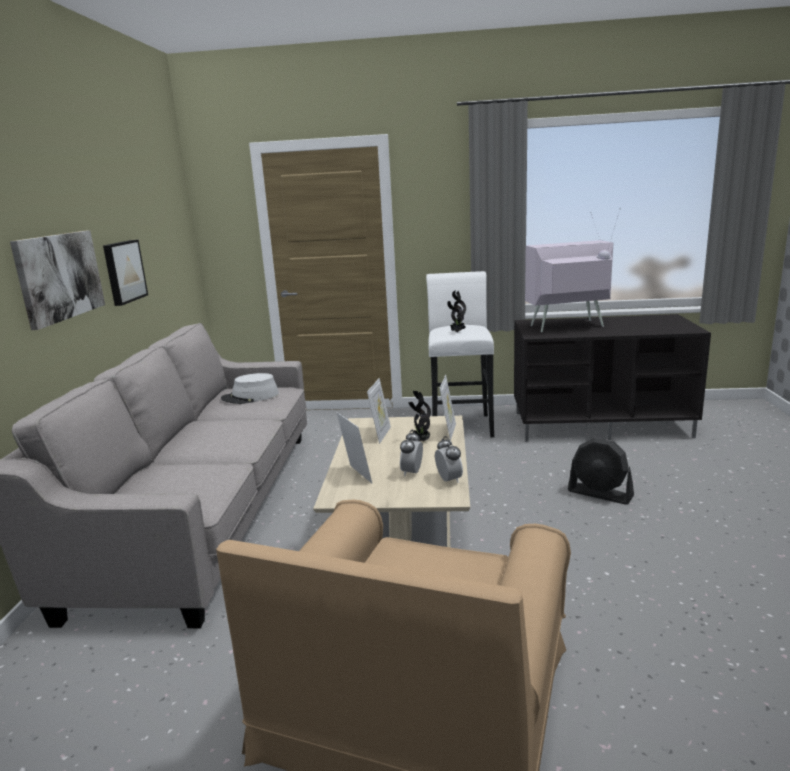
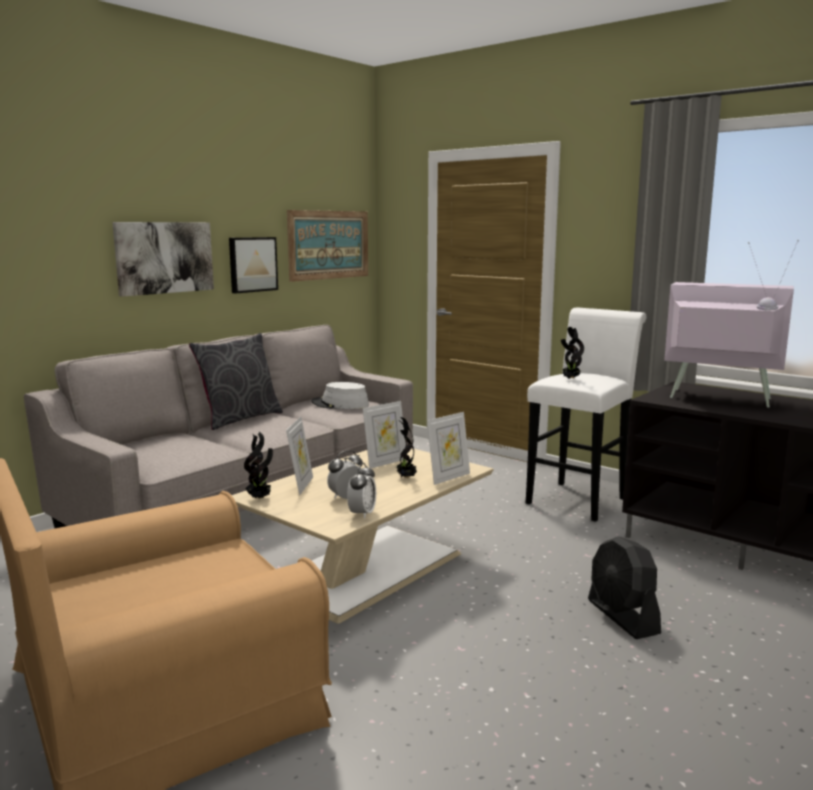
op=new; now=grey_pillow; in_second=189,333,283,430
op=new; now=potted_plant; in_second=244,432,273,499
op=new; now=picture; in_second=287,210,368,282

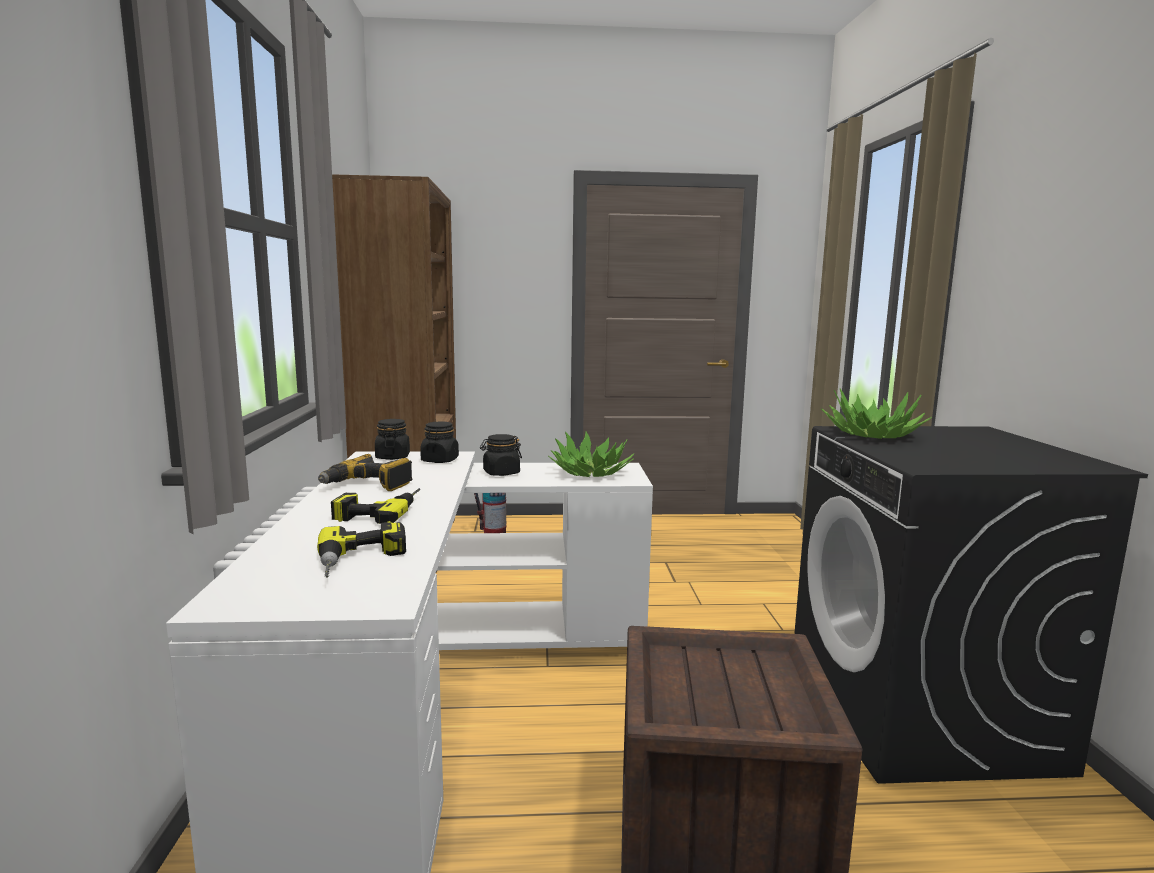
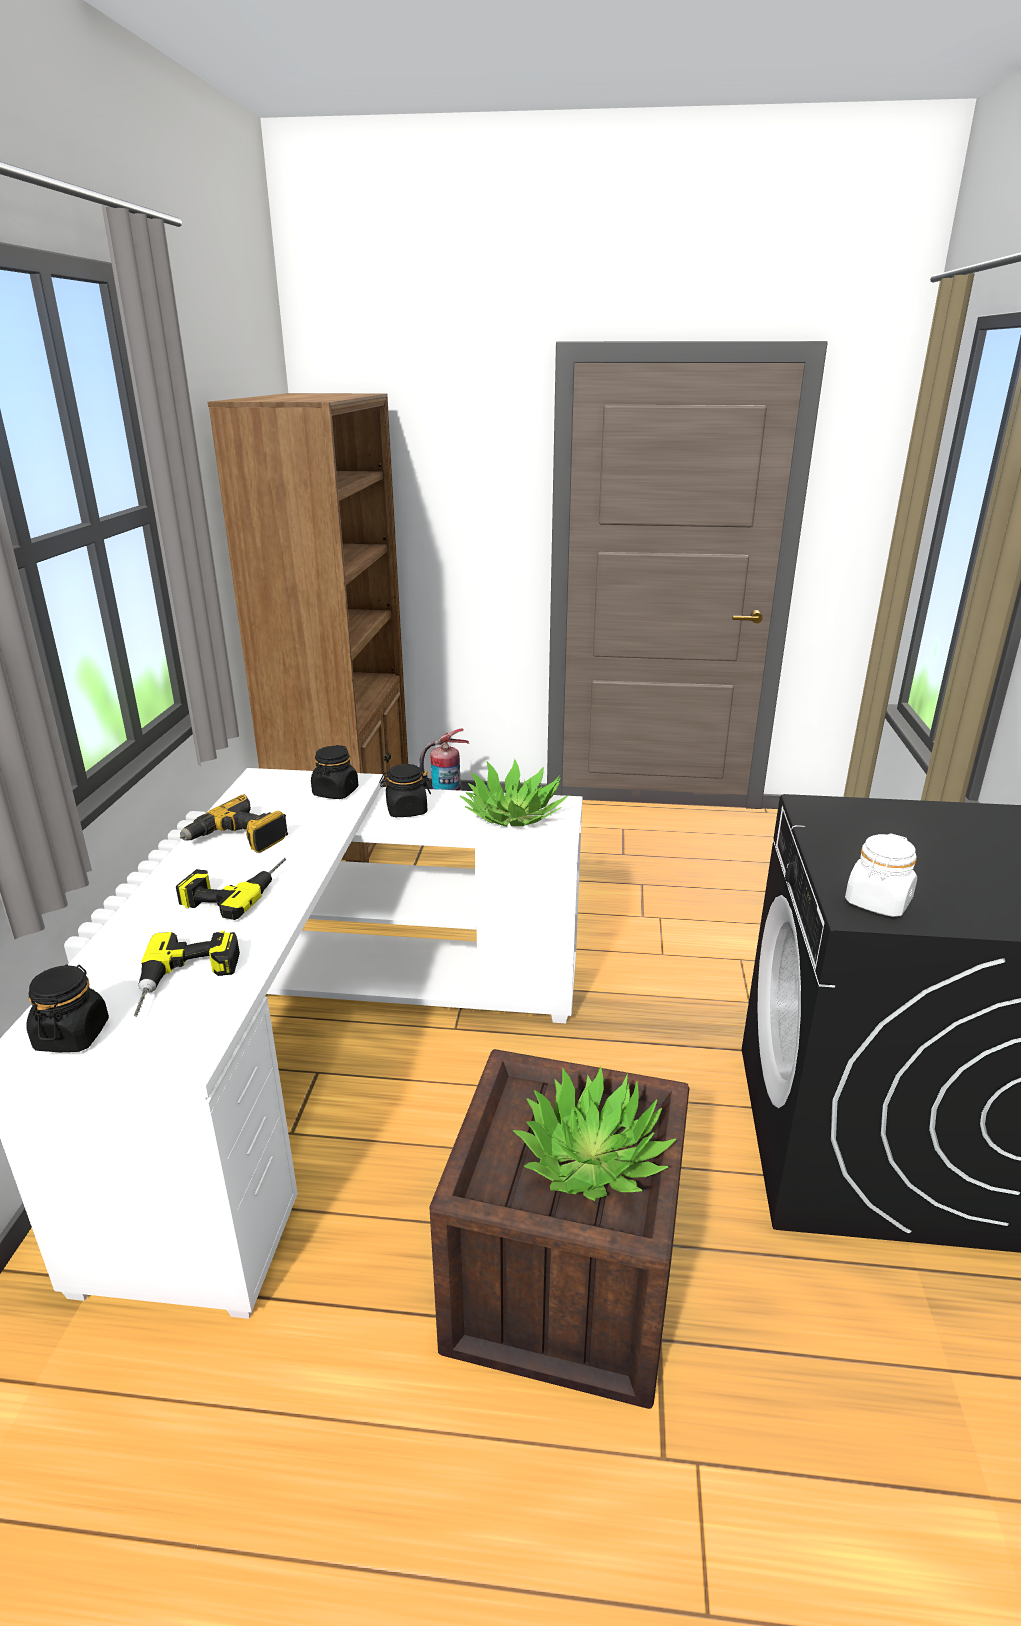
op=new; now=white_jar; in_second=845,833,917,917
op=shifted; was=black_jar; in_first=375,419,410,460; in_second=26,965,109,1052
op=shifted; was=potted_plant; in_first=821,388,932,439; in_second=513,1066,676,1201

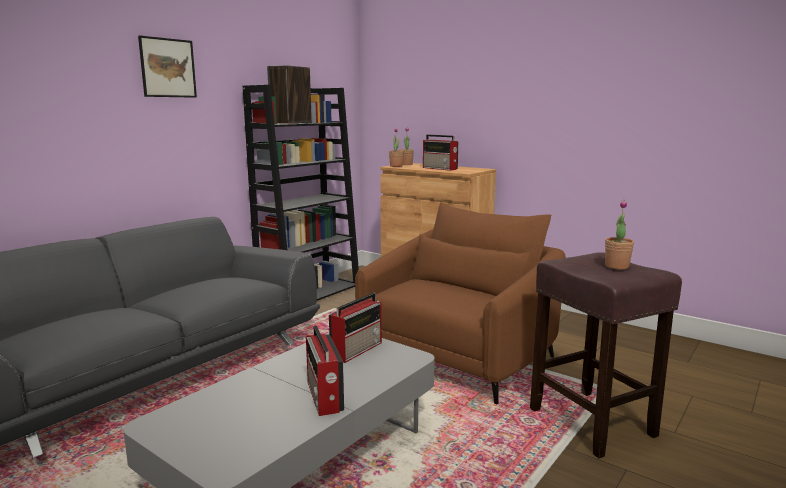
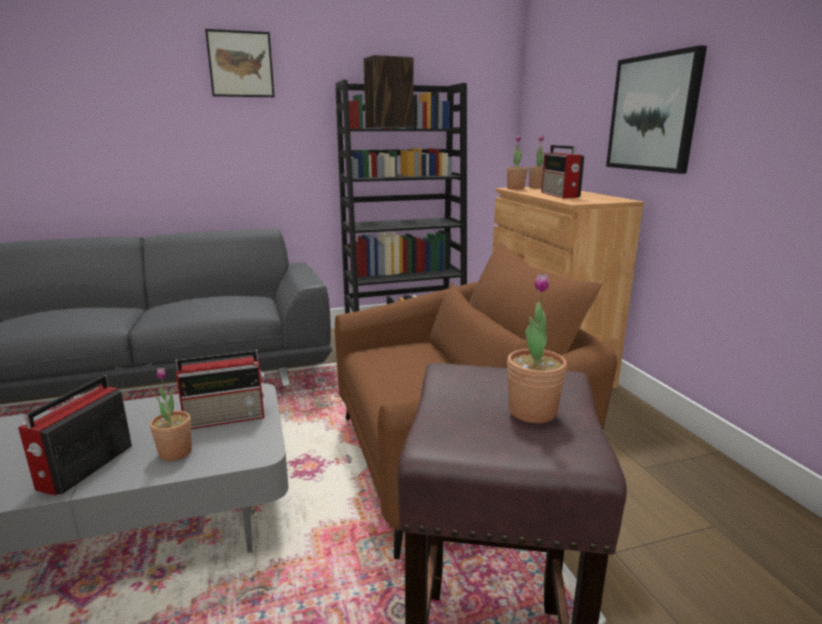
op=new; now=potted_plant; in_second=150,368,192,461
op=new; now=picture; in_second=606,45,707,174

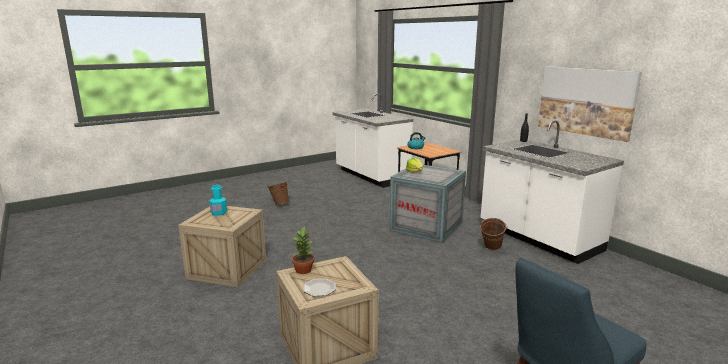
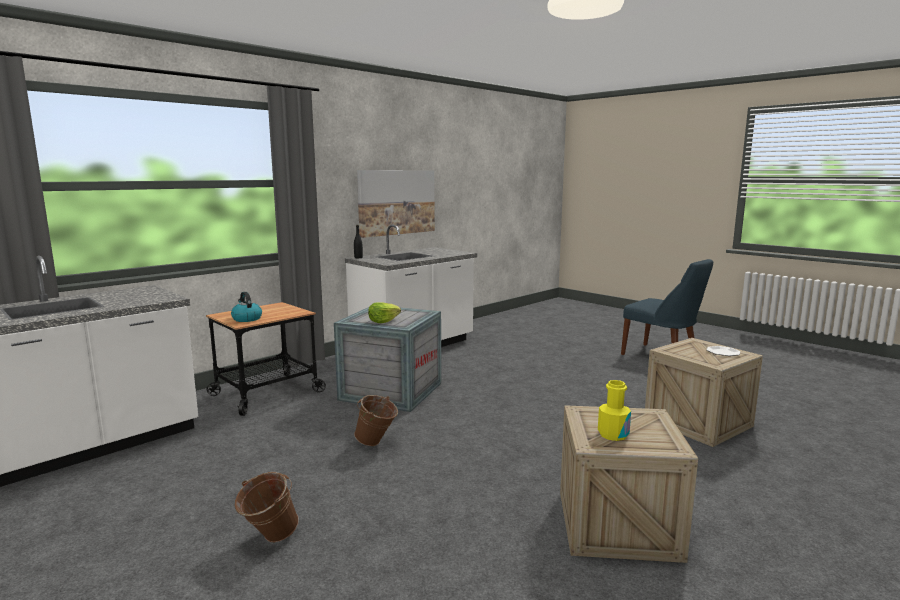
op=gone; was=potted_plant; in_first=292,227,314,274
op=shifted; was=brown_bucket; in_first=479,218,507,250; in_second=354,395,398,446
op=repainted; was=turquoise_bottle; now=yellow_bottle; in_first=209,185,227,216; in_second=598,380,631,441

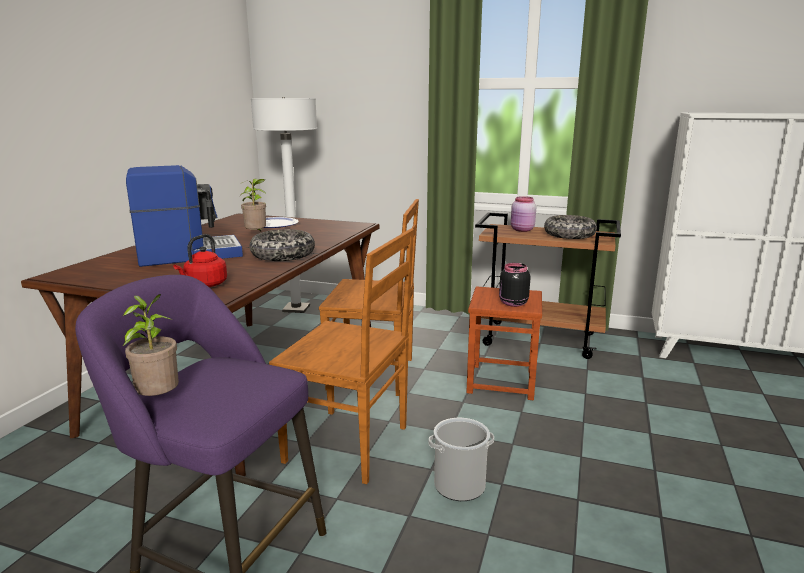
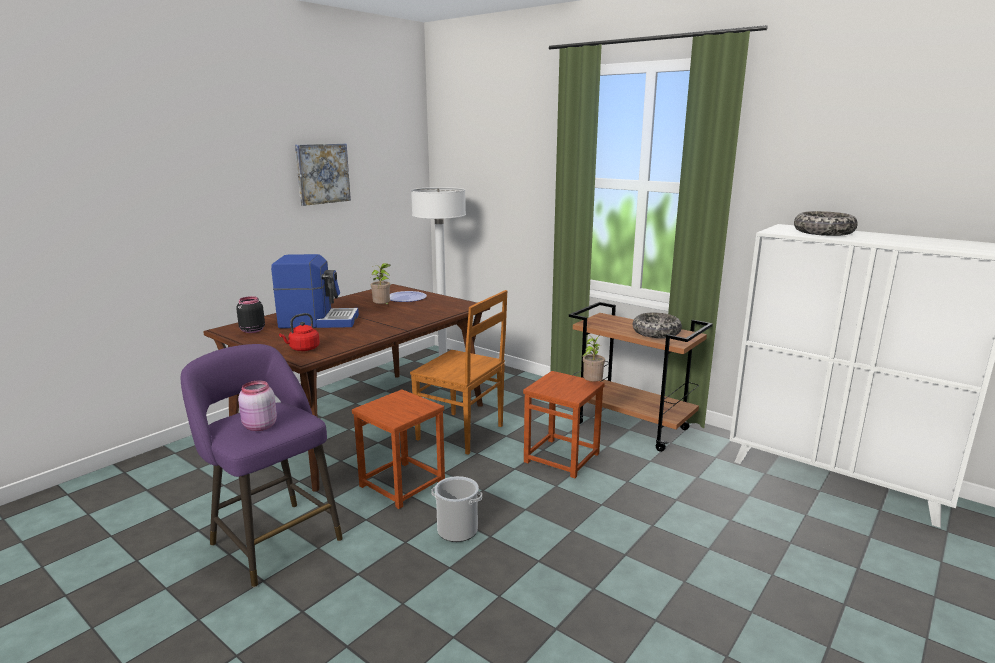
op=new; now=picture; in_second=295,144,351,206
op=shifted; was=potted_plant; in_first=122,294,179,396; in_second=582,334,605,382
op=shifted; was=bowl; in_first=250,229,315,261; in_second=794,211,858,236
op=shifted; was=black_jar; in_first=499,263,531,307; in_second=236,296,265,333
op=shifted; was=pink_jar; in_first=511,196,536,232; in_second=238,381,277,431
op=swapped; was=brown_chair; now=brown_stool; in_first=269,229,414,484; in_second=352,390,445,509

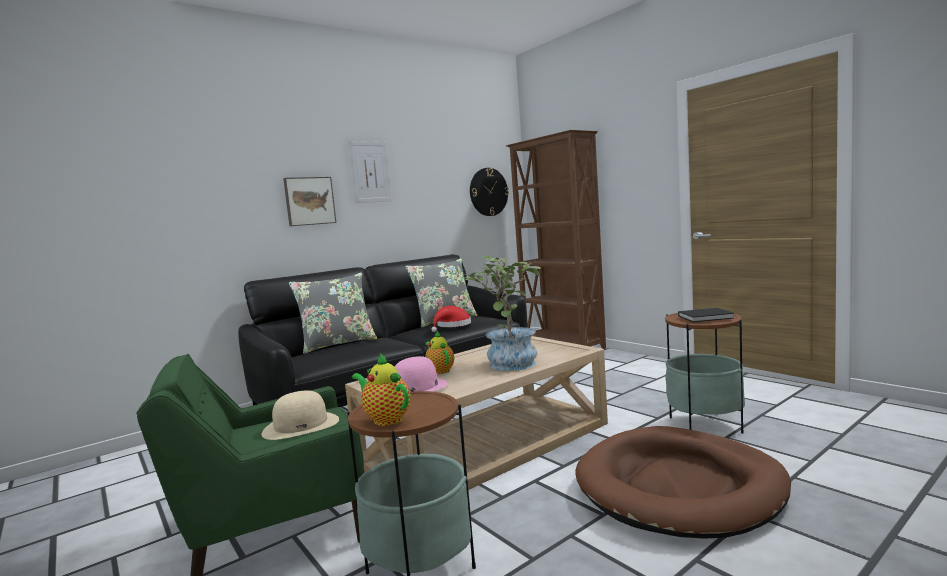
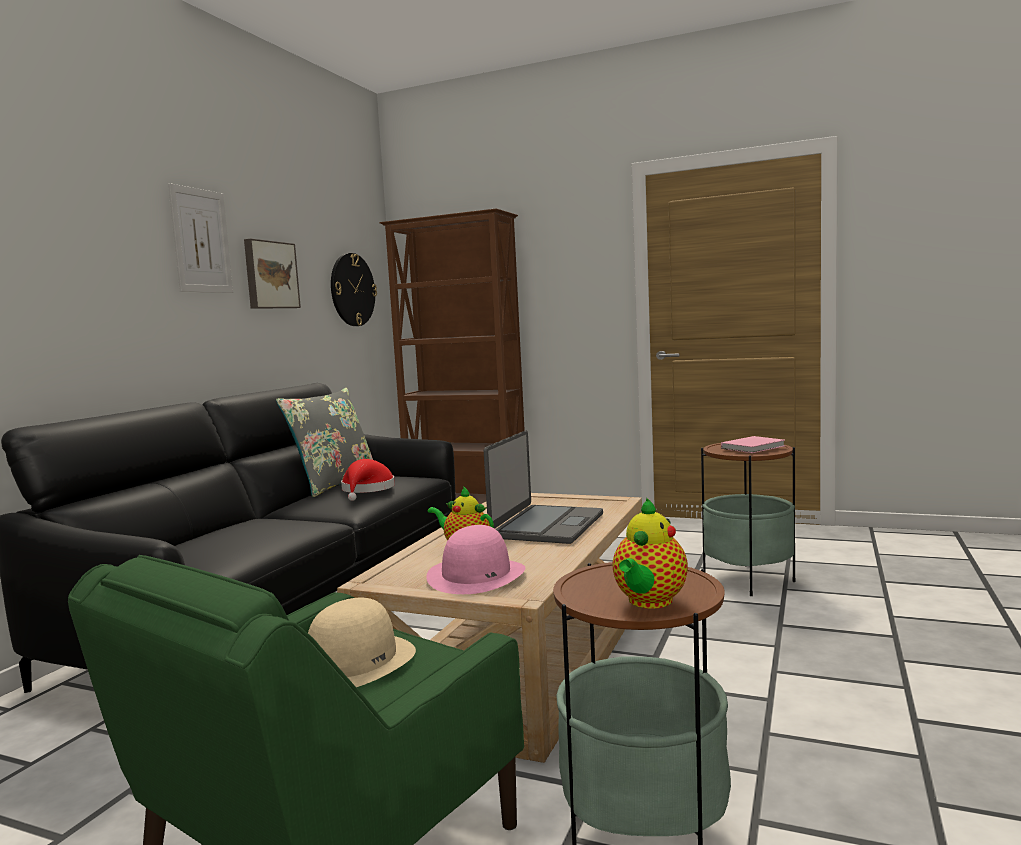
op=gone; was=grey_pillow; in_first=289,273,377,354
op=gone; was=brown_dog_bed; in_first=575,426,791,539
op=shifted; was=picture; in_first=283,177,336,226; in_second=244,239,301,308
op=swapped; was=potted_plant; now=laptop; in_first=459,255,541,371; in_second=484,430,603,544
op=repainted; was=black_book; now=pink_book; in_first=678,308,734,322; in_second=721,436,785,453
op=rotated; was=teapot; in_first=352,353,410,426; in_second=612,497,688,609; clockwise=-75

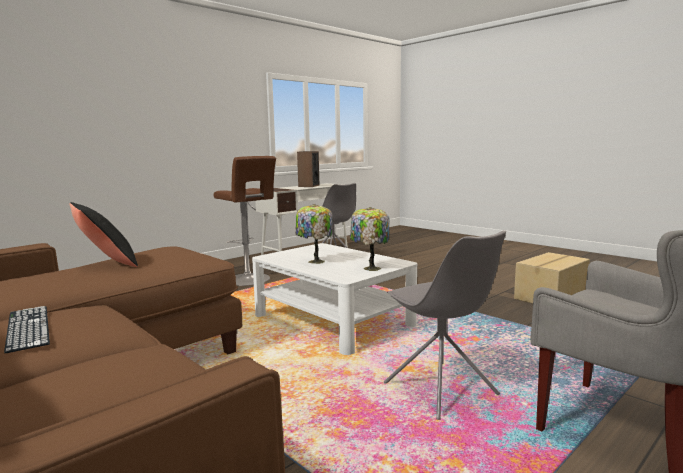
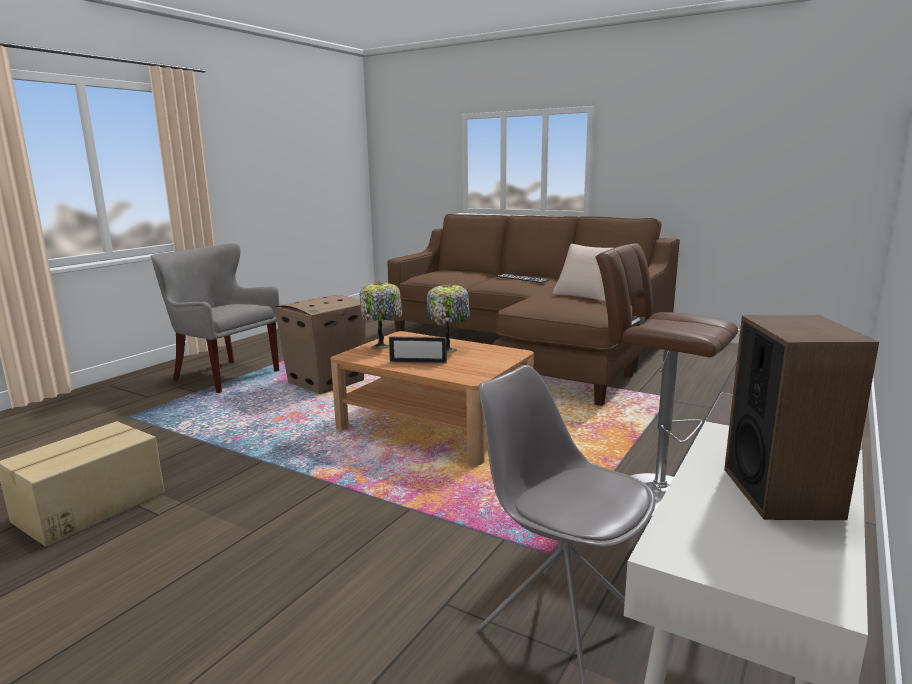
op=new; now=picture_frame; in_second=389,336,447,363
op=swapped; was=grey_chair; now=cardboard_box; in_first=384,230,506,420; in_second=274,295,366,394
op=repainted; was=black_pillow; now=beige_pillow; in_first=70,202,138,267; in_second=552,244,613,302
op=repainted; was=white_coffee_table; now=brown_coffee_table; in_first=252,243,418,355; in_second=331,331,534,466

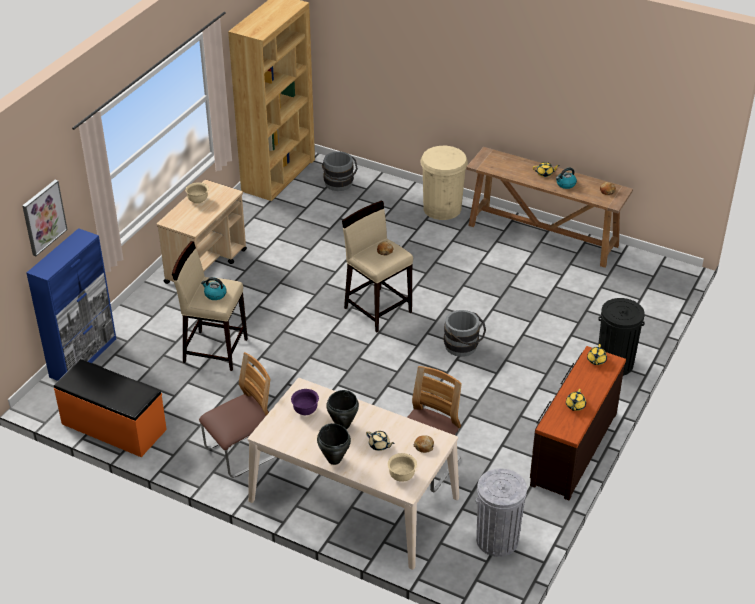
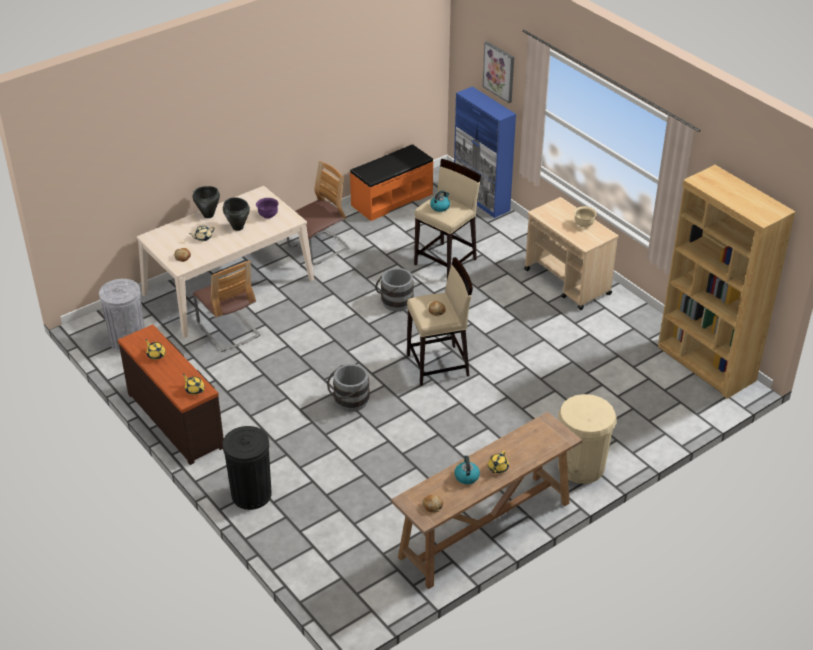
op=gone; was=beige_bowl; in_first=388,453,417,482
op=shifted; was=grey_bucket; in_first=322,151,358,191; in_second=375,268,414,311
op=rotated; was=chair; in_first=199,352,275,478; in_second=287,161,349,265; clockwise=-120

